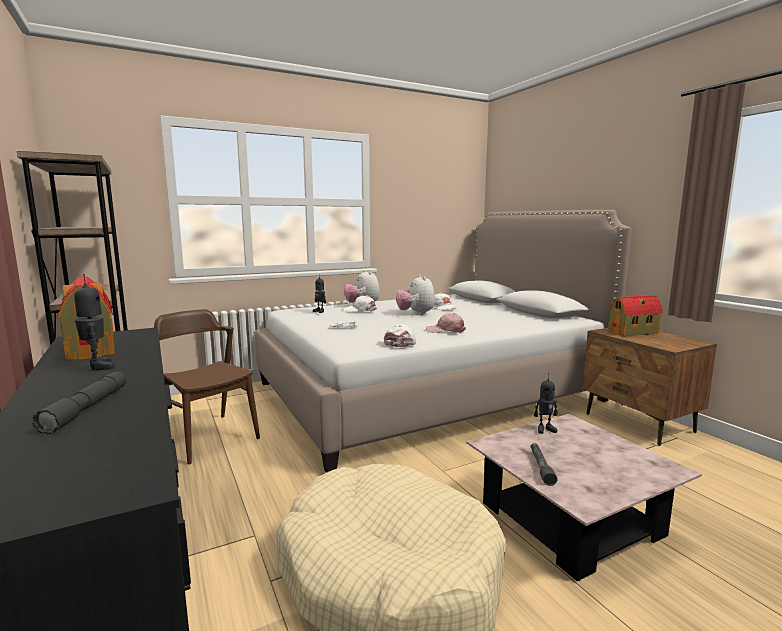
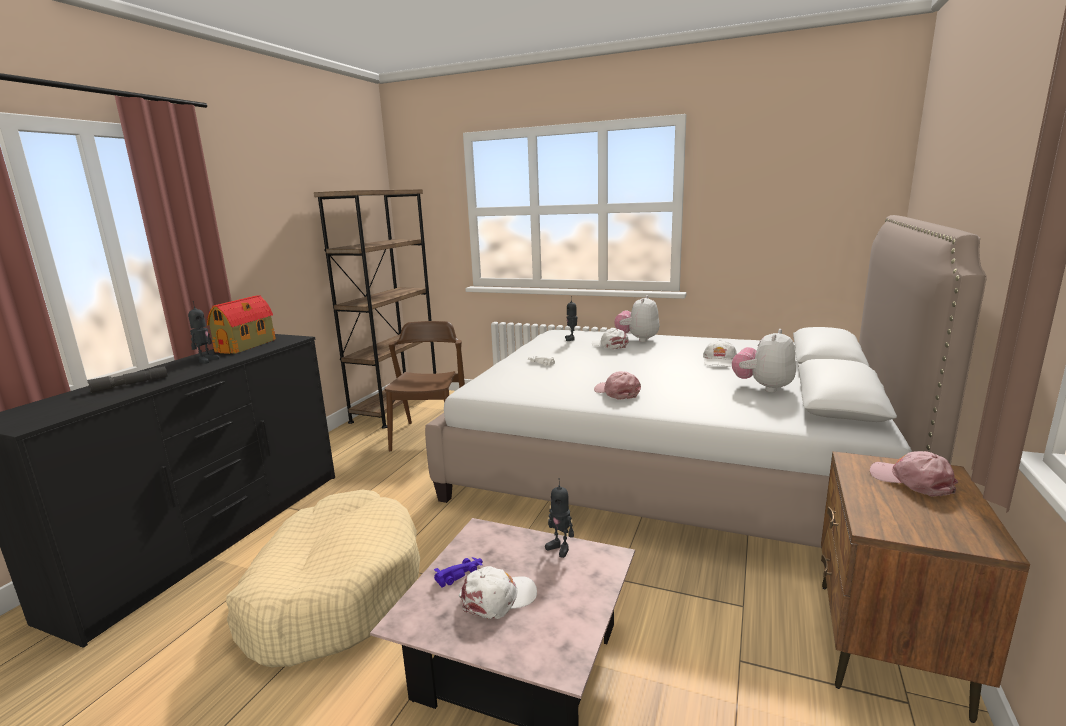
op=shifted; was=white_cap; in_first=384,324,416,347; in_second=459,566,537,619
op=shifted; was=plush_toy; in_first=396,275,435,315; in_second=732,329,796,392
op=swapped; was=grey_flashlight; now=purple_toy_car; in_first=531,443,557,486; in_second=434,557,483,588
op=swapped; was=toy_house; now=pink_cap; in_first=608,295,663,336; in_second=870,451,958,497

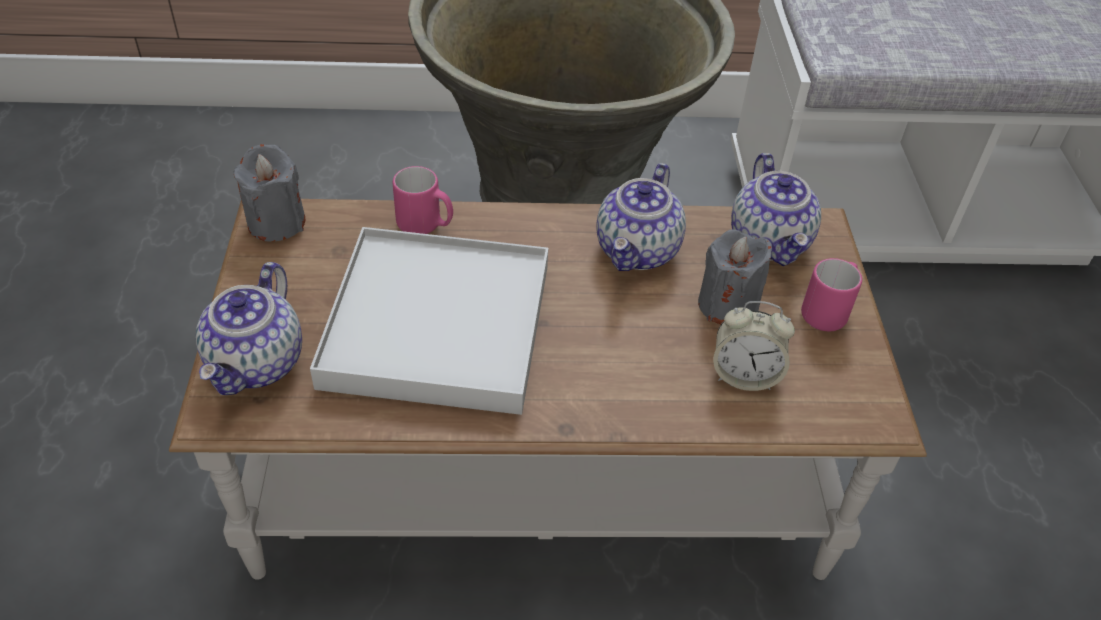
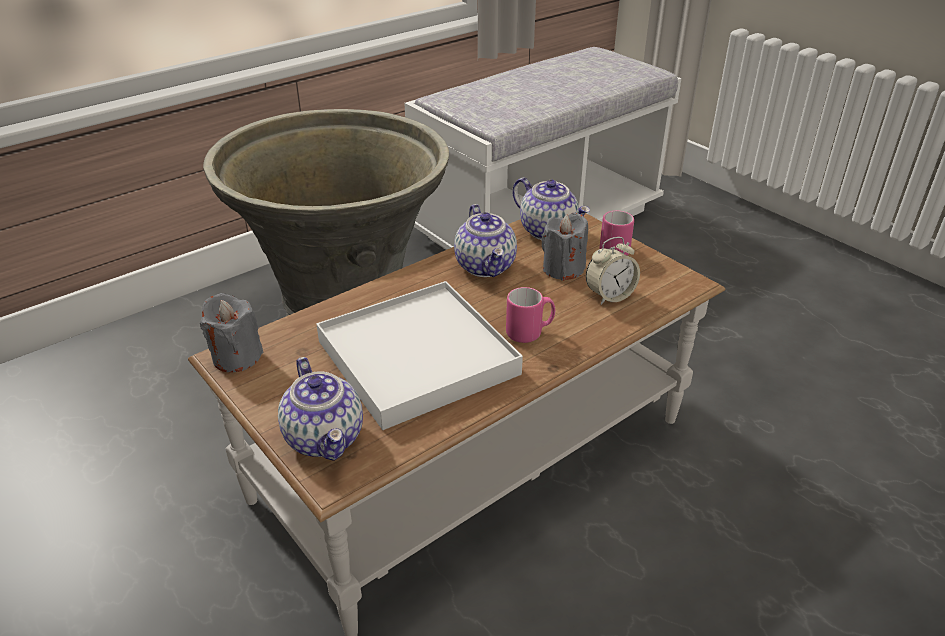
op=shifted; was=pink_mug; in_first=393,166,453,234; in_second=506,287,555,343

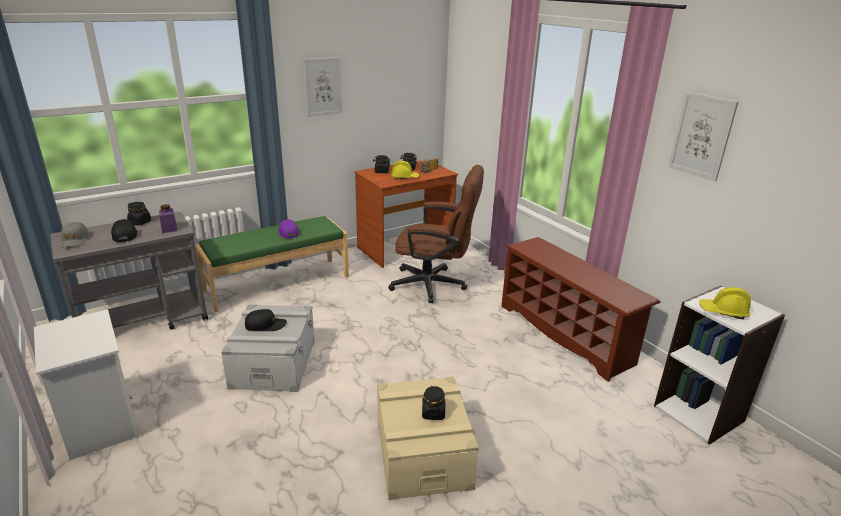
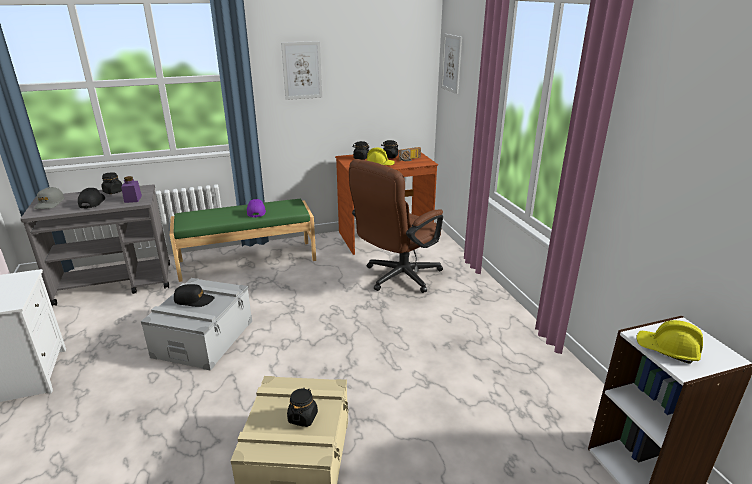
op=gone; was=brown_shoe_rack; in_first=501,237,661,382
op=shifted; was=picture; in_first=668,92,738,181; in_second=441,34,462,94
op=rotated; was=brown_office_chair; in_first=388,165,484,303; in_second=349,159,443,293; clockwise=105

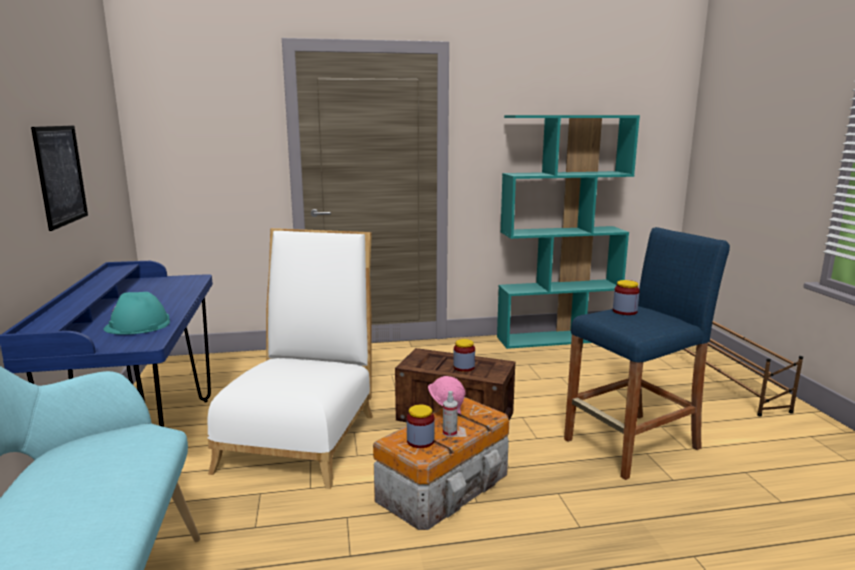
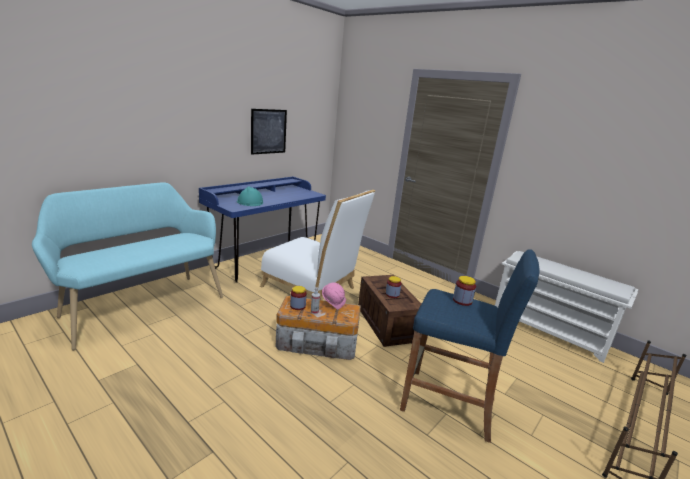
op=swapped; was=turquoise_bookcase; now=white_shoe_rack; in_first=497,115,640,349; in_second=495,251,639,363
op=rotated; was=white_chair; in_first=207,228,373,489; in_second=260,190,375,300; clockwise=60

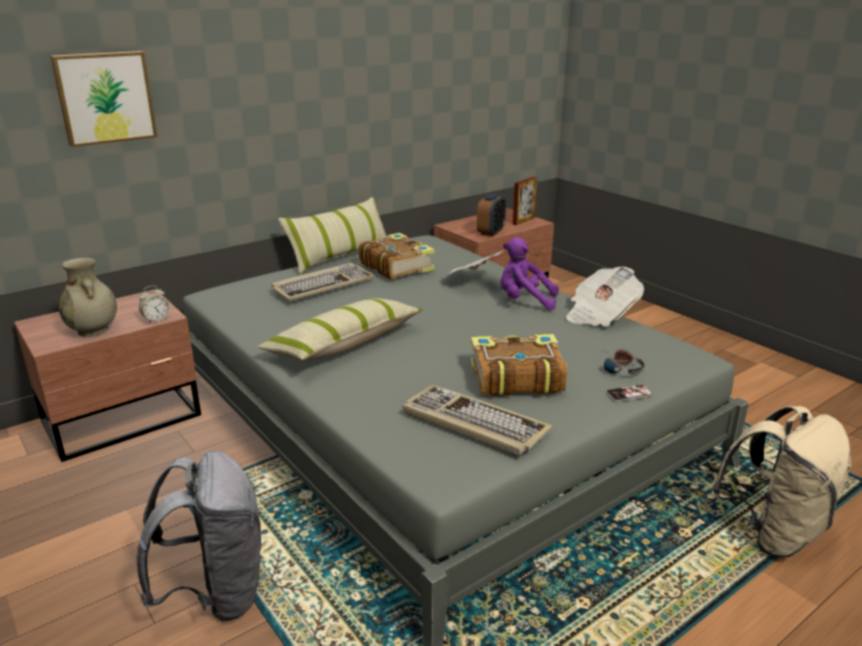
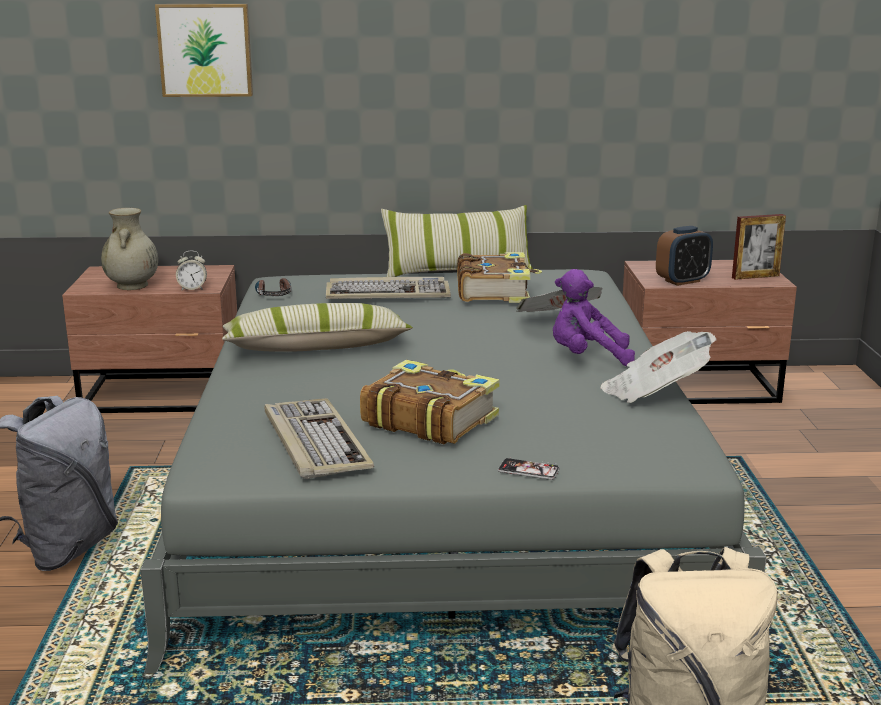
op=shifted; was=headphones; in_first=601,349,645,374; in_second=255,278,292,296
op=rotated; was=purple_plush_toy; in_first=500,237,559,310; in_second=553,269,635,366; clockwise=-45

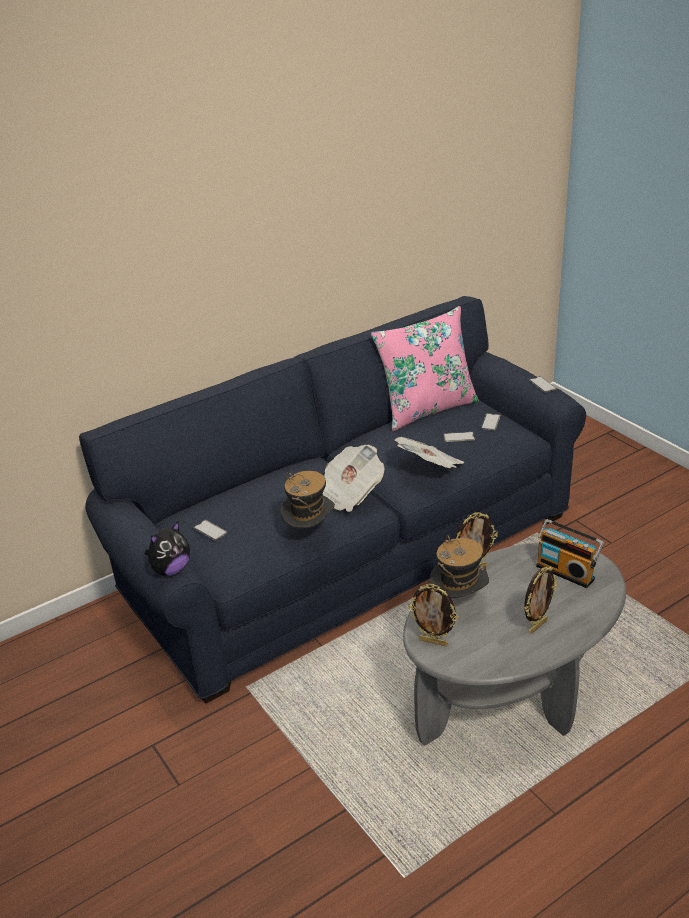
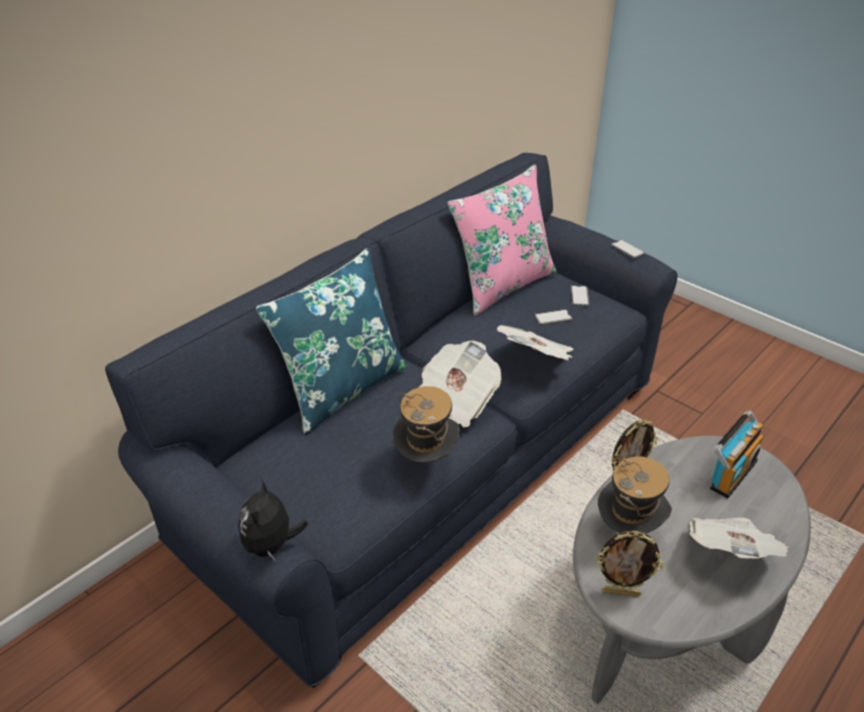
op=gone; was=phone; in_first=193,520,227,541
op=new; now=blue_pillow; in_second=256,248,407,435
op=swapped; was=picture_frame; now=newspaper; in_first=524,566,557,634; in_second=690,517,788,559
op=rotated; was=plush_toy; in_first=145,522,190,576; in_second=238,479,308,561; clockwise=150
op=rotated; was=radio; in_first=536,519,604,588; in_second=710,411,764,498; clockwise=-75

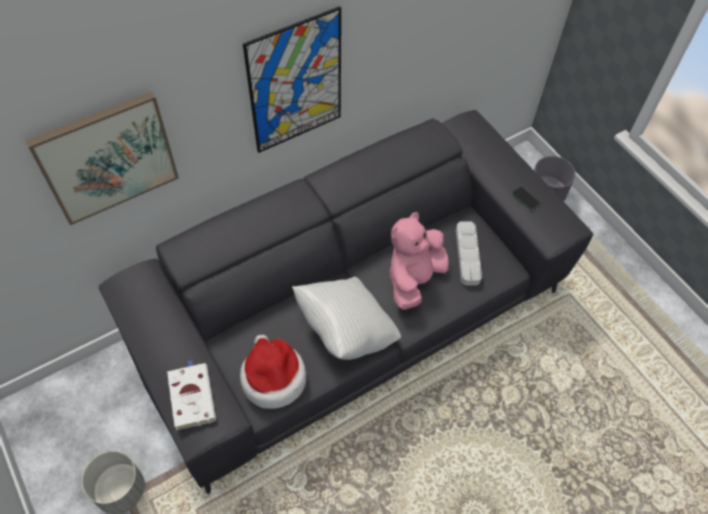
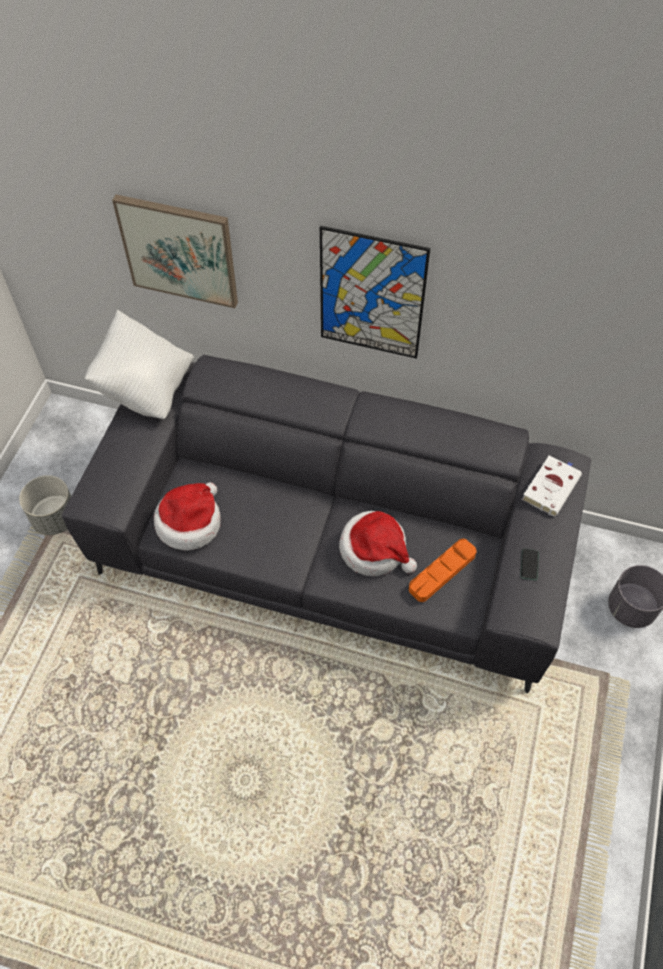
op=shifted; was=white_book; in_first=167,360,216,430; in_second=522,455,582,516
op=shifted; was=white_pillow; in_first=292,277,401,360; in_second=84,309,194,419
op=swapped; was=pink_plush_toy; now=hat; in_first=390,212,449,310; in_second=339,511,417,576
op=repainted; was=grey_tray; now=orange_tray; in_first=456,221,482,285; in_second=409,539,477,602

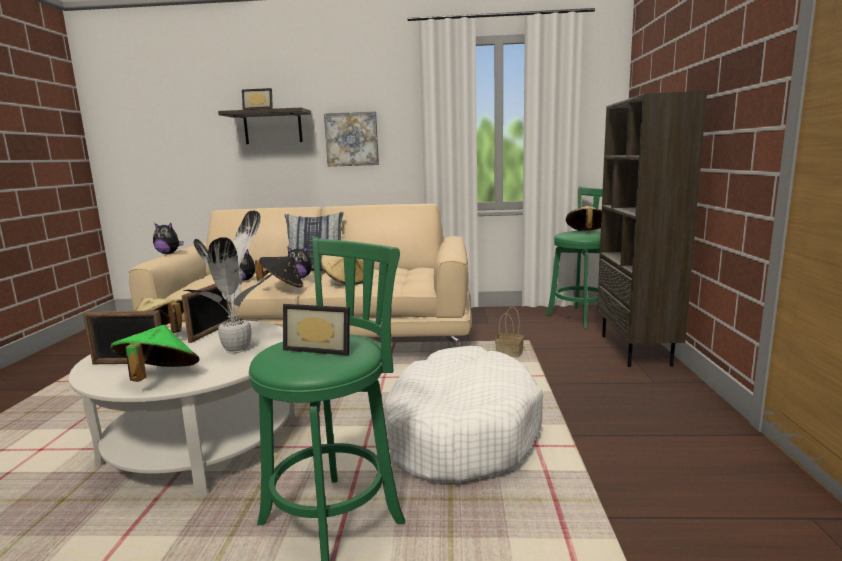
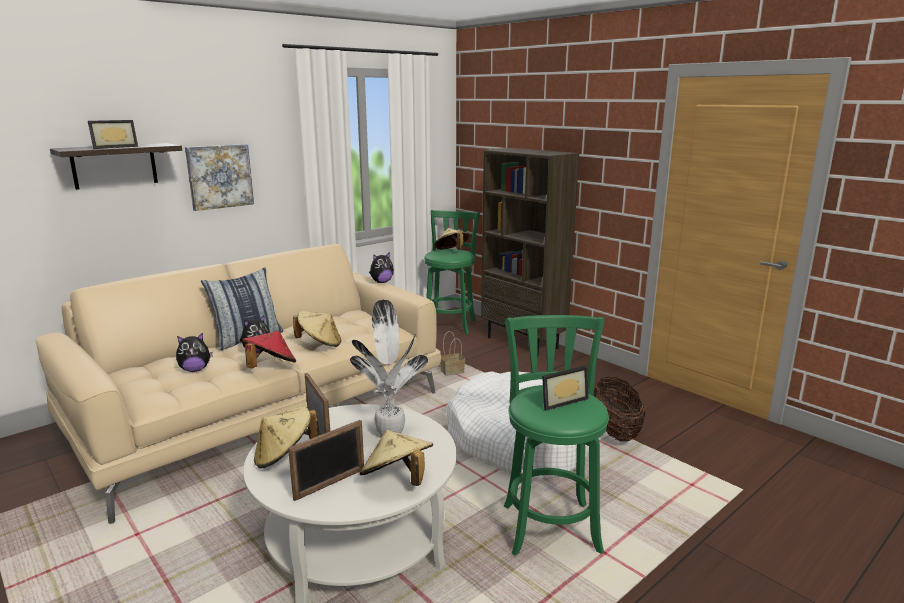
op=new; now=basket; in_second=594,377,645,441
op=shifted; was=plush_toy; in_first=153,223,184,254; in_second=369,252,394,283
op=repainted; was=green_hat; now=beige_hat; in_first=110,325,199,382; in_second=360,430,433,486
op=repainted; was=black_hat; now=red_hat; in_first=255,257,303,288; in_second=242,331,296,368

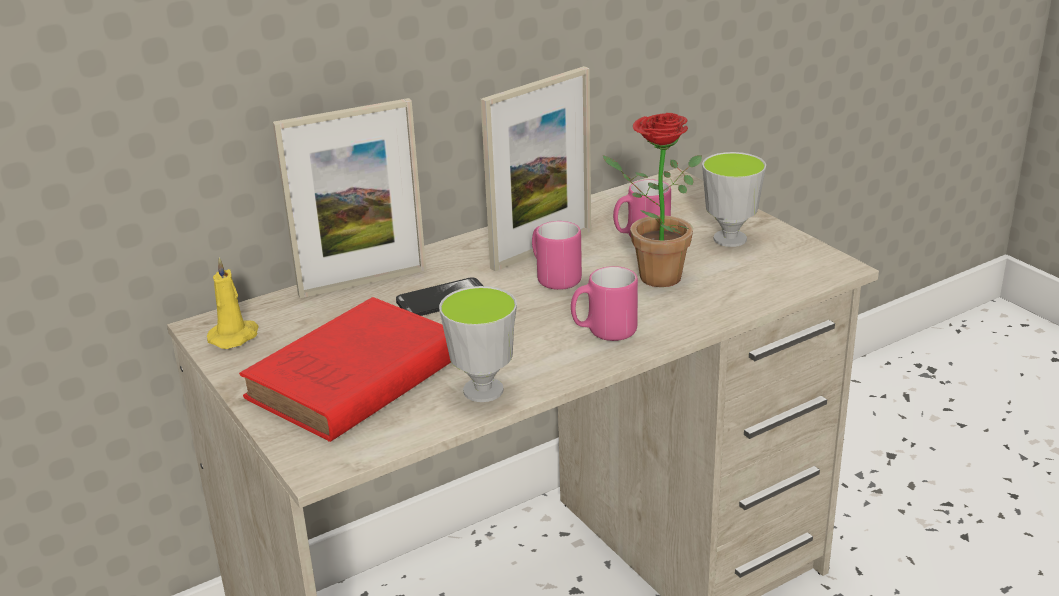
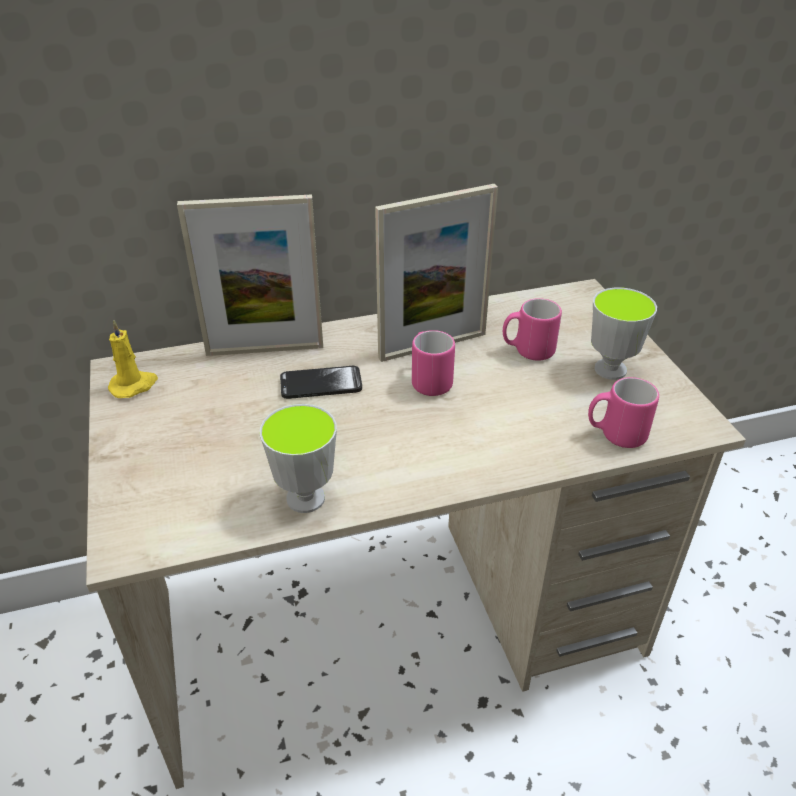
op=gone; was=red_book; in_first=239,297,451,442
op=gone; was=potted_plant; in_first=603,113,702,287
op=shifted; was=pink_mug; in_first=571,266,638,341; in_second=588,377,659,448

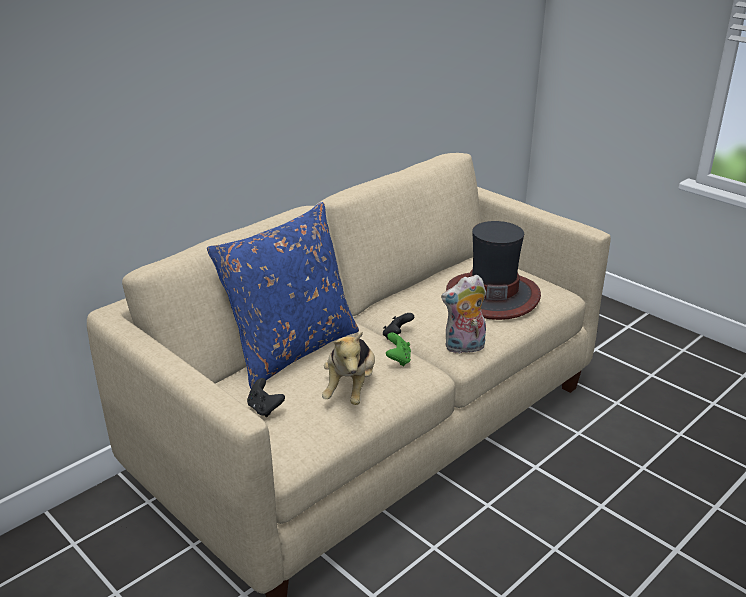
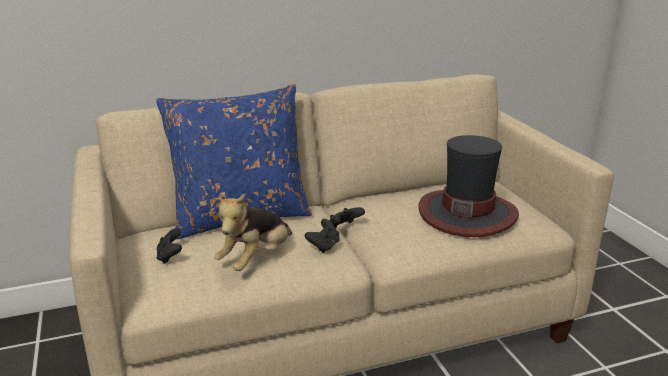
op=gone; was=plush_toy; in_first=441,275,486,354
op=repainted; was=green_game_controller; now=black_game_controller; in_first=386,332,411,366; in_second=305,219,340,253

